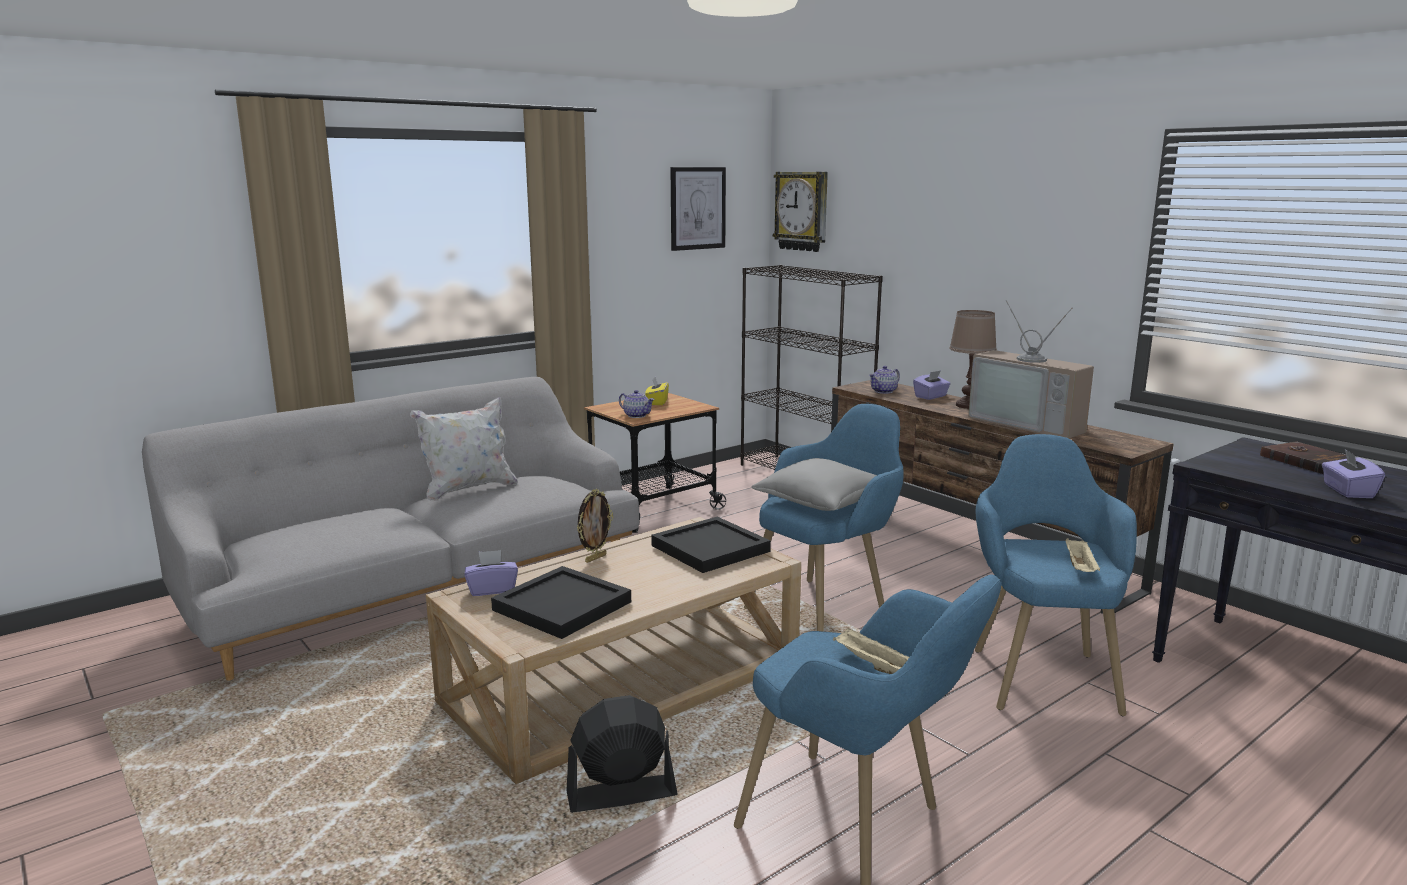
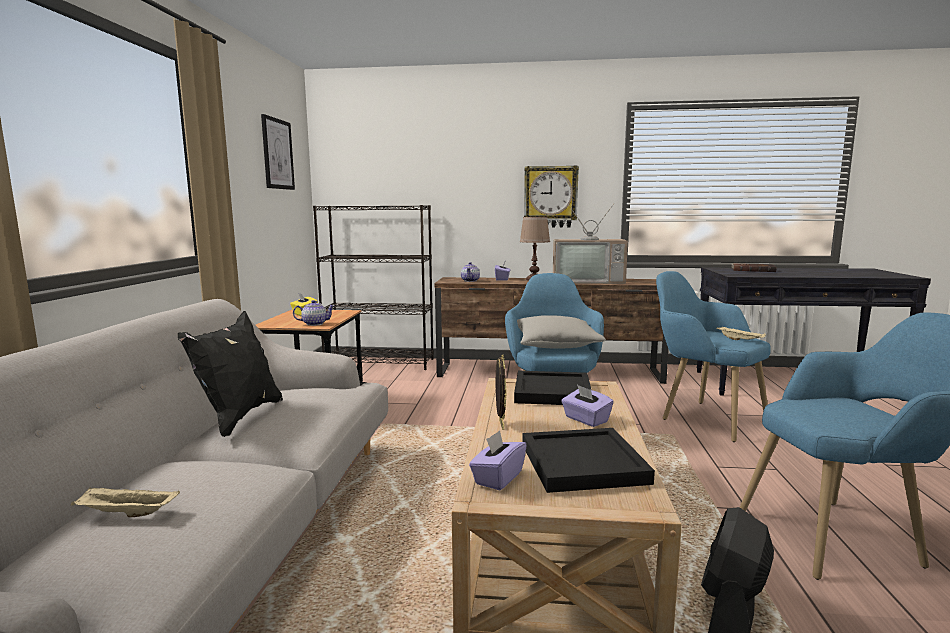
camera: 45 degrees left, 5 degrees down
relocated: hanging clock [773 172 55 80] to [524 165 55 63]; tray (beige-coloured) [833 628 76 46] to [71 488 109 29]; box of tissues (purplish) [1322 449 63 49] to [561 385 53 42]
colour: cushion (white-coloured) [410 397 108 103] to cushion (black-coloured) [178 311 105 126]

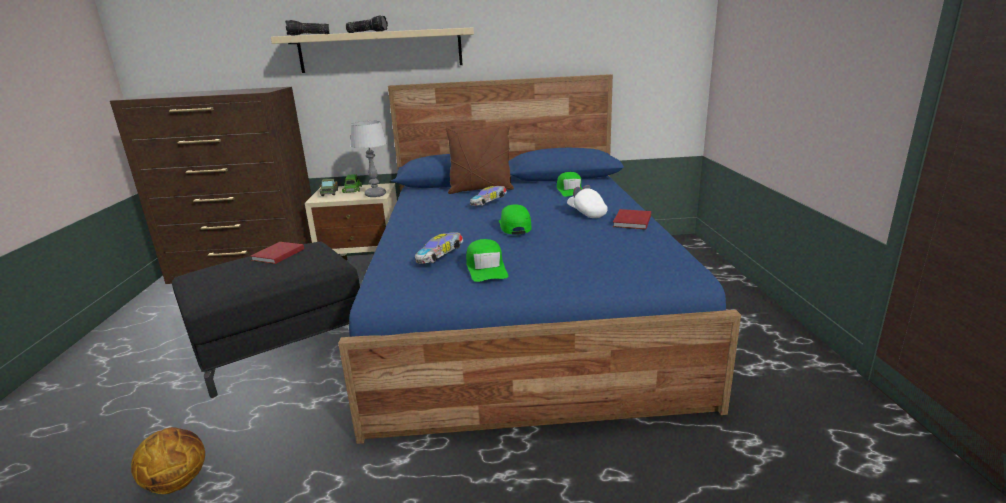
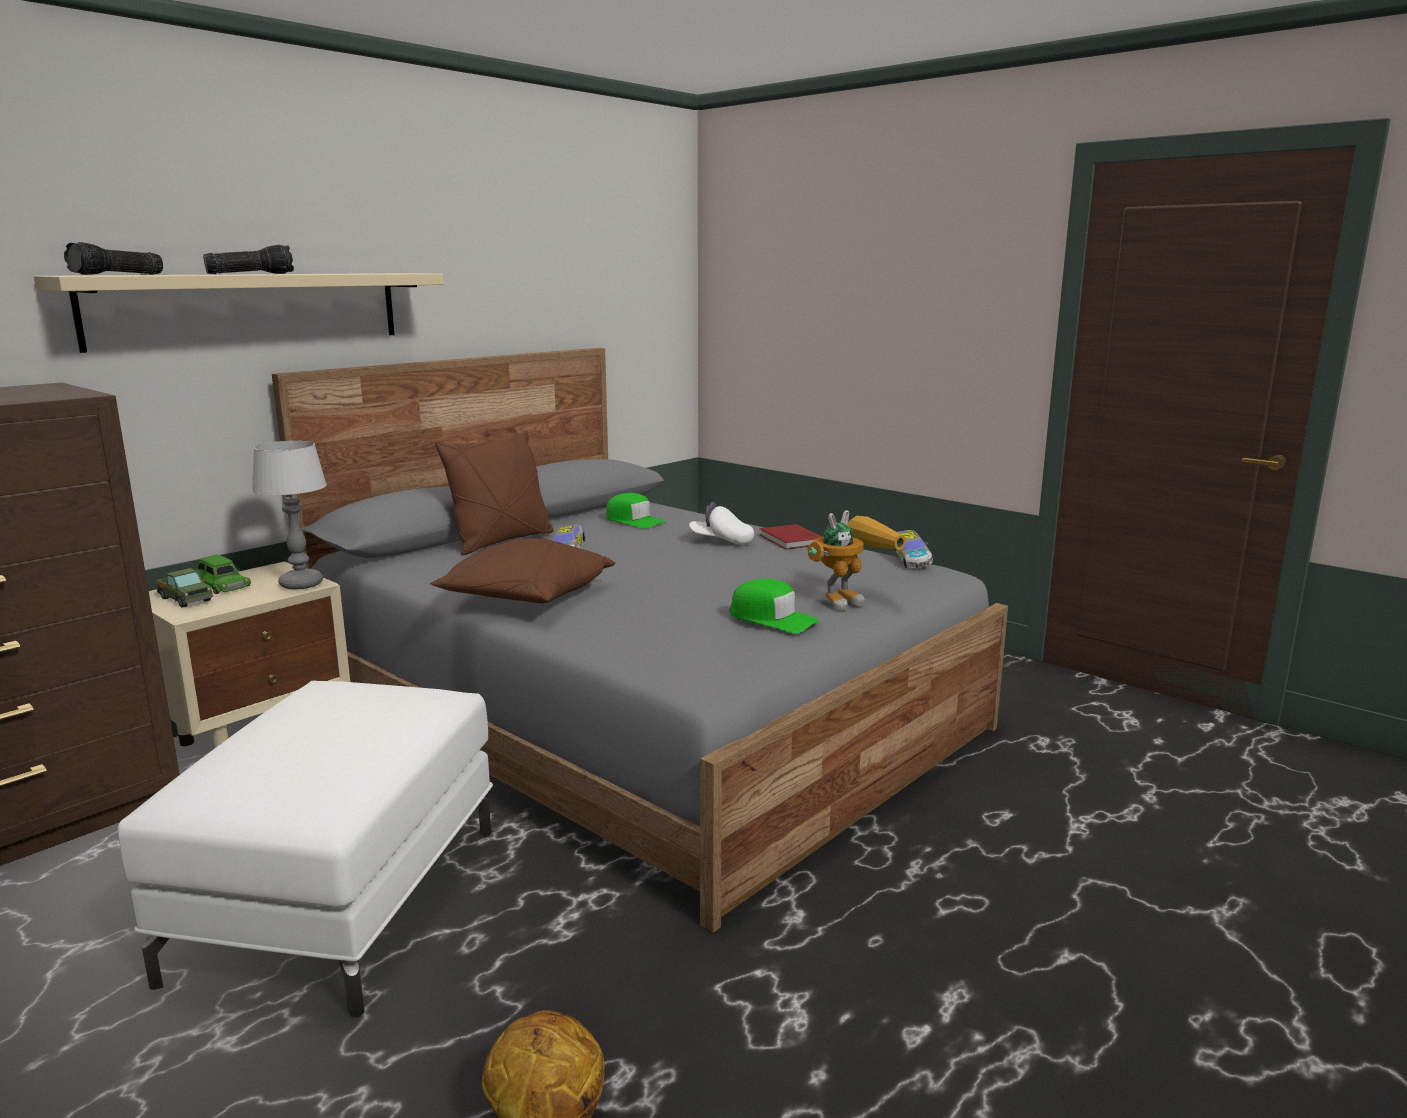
camera: 45 degrees left, 5 degrees down
missing: book (reddish) [251 242 53 22]; cap (greenish) [498 204 34 31]
appeared: cushion (brown-coloured) [430 538 185 65]; robot figure [807 510 99 101]
relocated: miniature car [415 232 48 32] to [894 530 39 38]
colour: ottoman (black-coloured) [172 241 188 157] to ottoman (white-coloured) [118 680 375 338]; bedroom bed (blue) [338 74 403 370] to bedroom bed (greyish) [272 348 736 584]

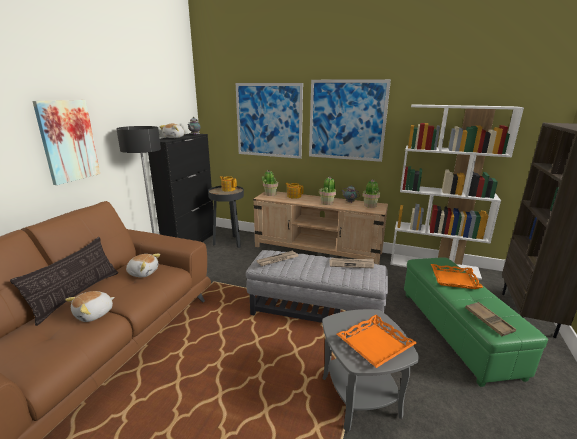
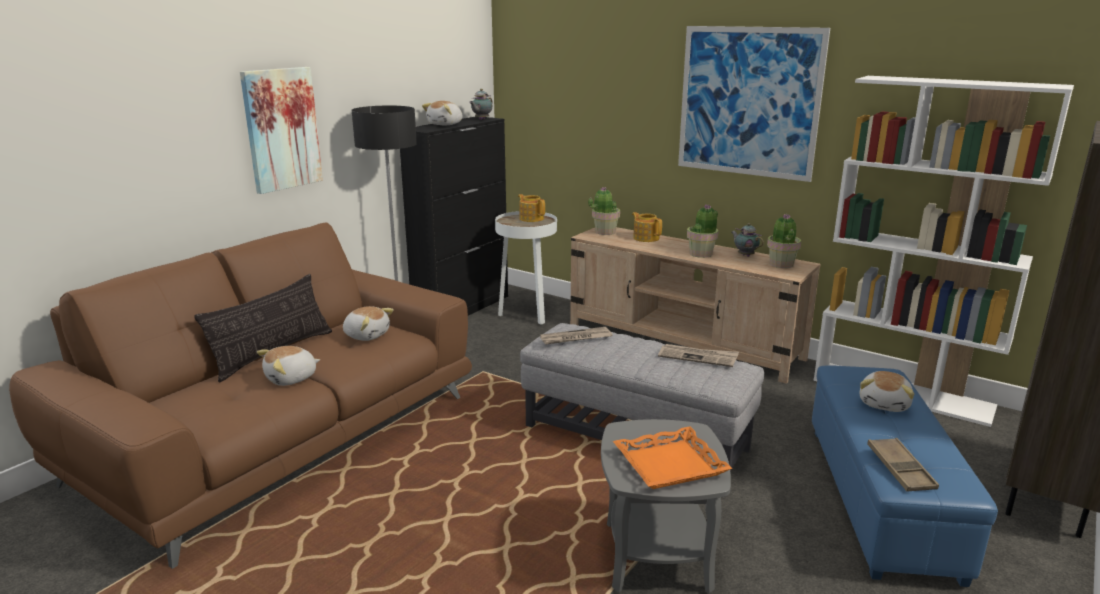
camera: 15 degrees right, 0 degrees up
missing: wall picture [236 83 67 76]
exchanged: tray (orangey) [431 264 53 25] to cuddly toy [860 371 54 41]
colour: accent table (black-coloured) [208 186 36 62] to accent table (white-coloured) [495 211 62 114]; ottoman (greenish) [404 257 144 130] to ottoman (blue) [812 365 186 222]

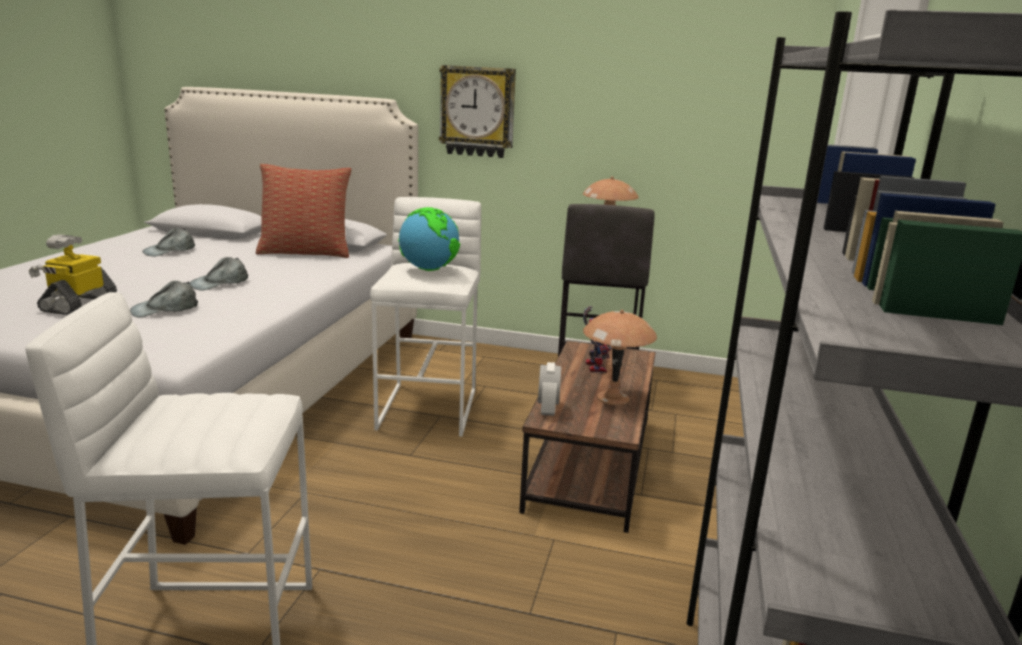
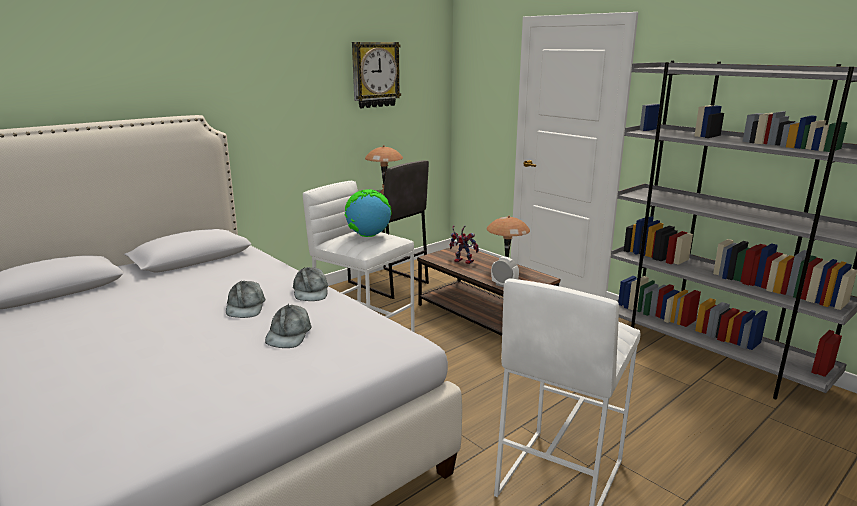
camera: 55 degrees left, 0 degrees up
missing: robot figure [29 234 88 81]; cushion [256 164 95 94]
relocated: cap (greyish) [142 228 53 29] to [293 267 35 34]; hanging clock [439 65 77 93] to [352 42 49 66]

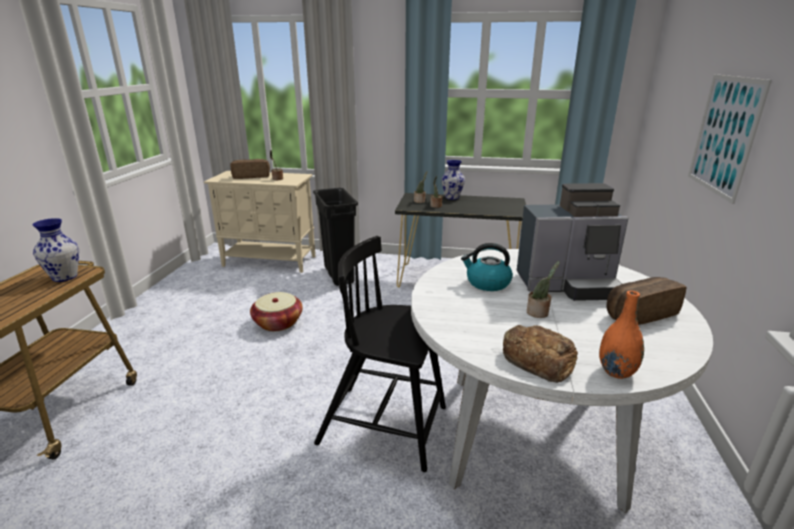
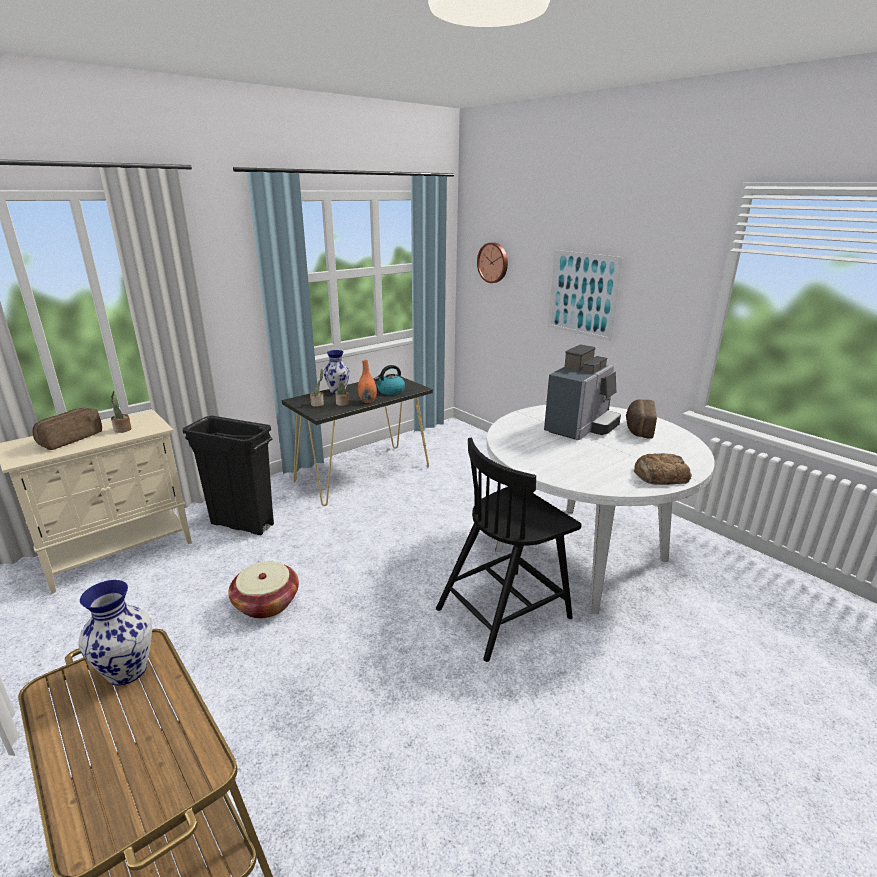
camera: 50 degrees left, 0 degrees up
missing: houseplant [527 261 32 57]
appeared: hanging clock [477 242 31 41]
relocated: tea kettle [461 243 52 48] to [374 365 31 30]; decorative vase (orangey) [599 291 45 88] to [358 360 19 43]

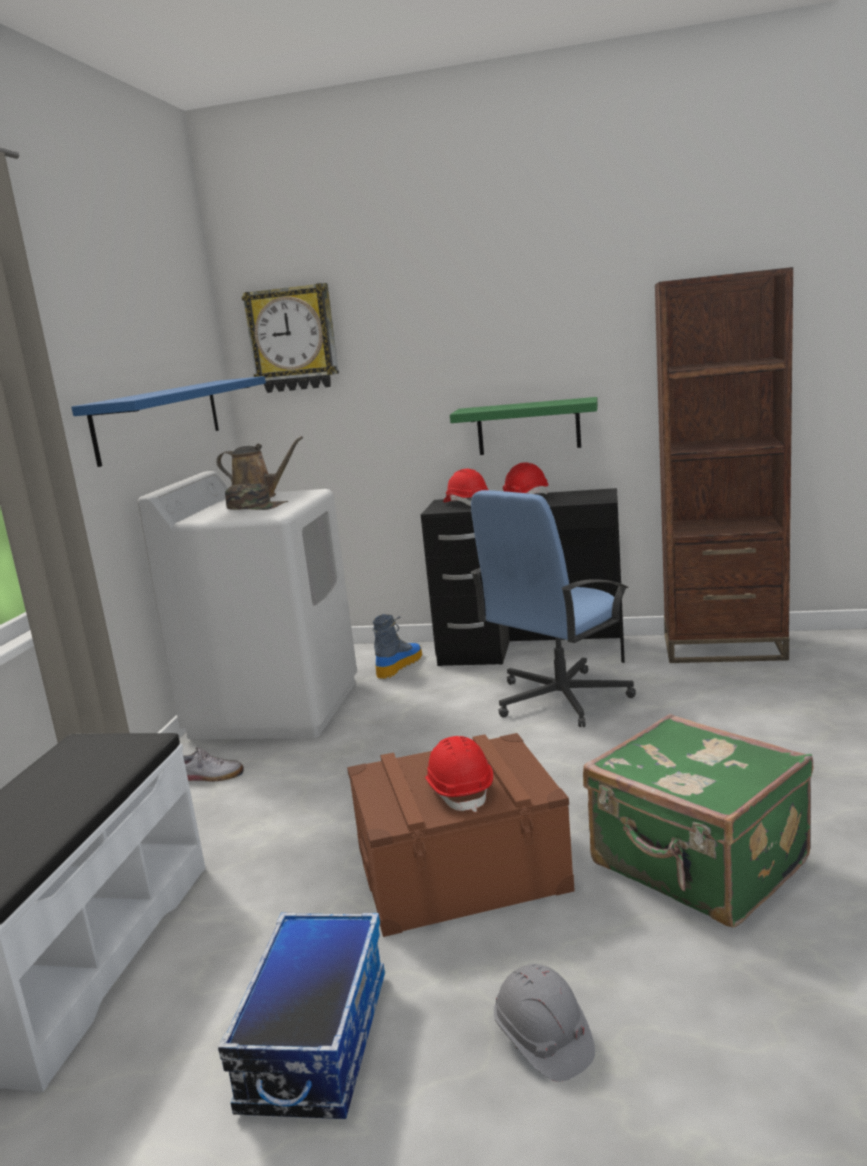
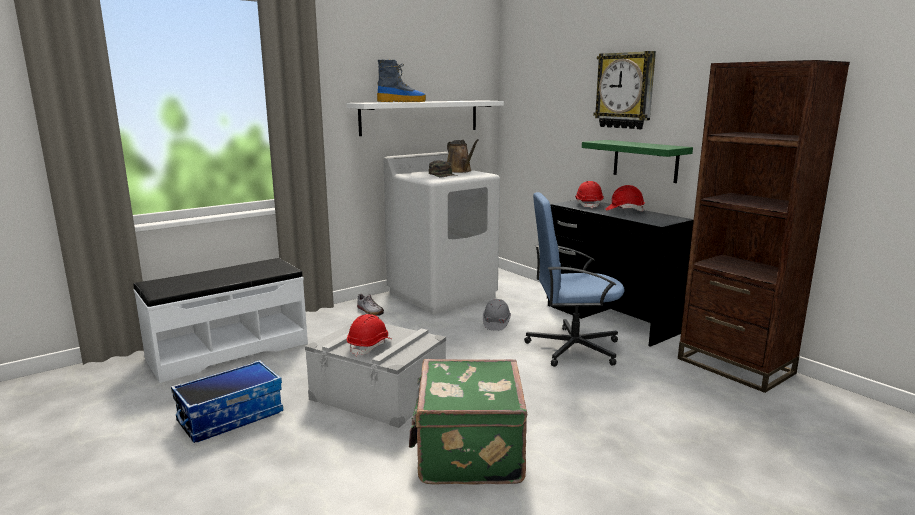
camera: 40 degrees right, 0 degrees up
relocated: hanging clock [242 283 97 110] to [593 51 63 78]; boot [372 614 50 65] to [377 59 49 43]; hard hat (greyish) [494 964 101 118] to [483 299 28 32]
colour: shelf (blue) [71 376 195 91] to shelf (white-coloured) [347 100 157 36]; storage container (brown-coloured) [347 733 228 204] to storage container (greyish) [305 319 141 109]

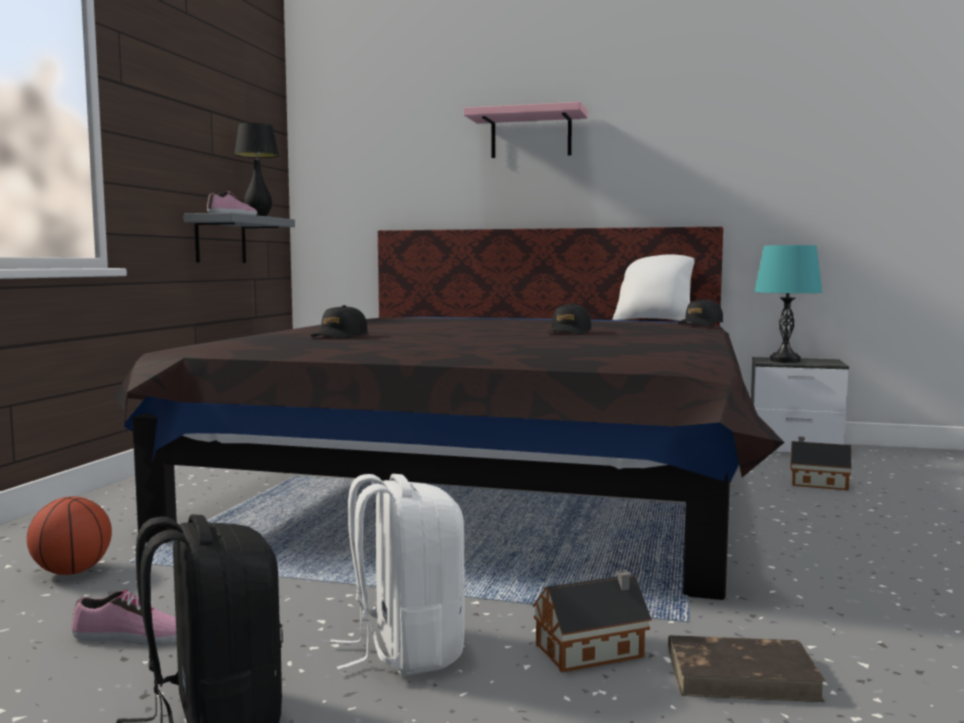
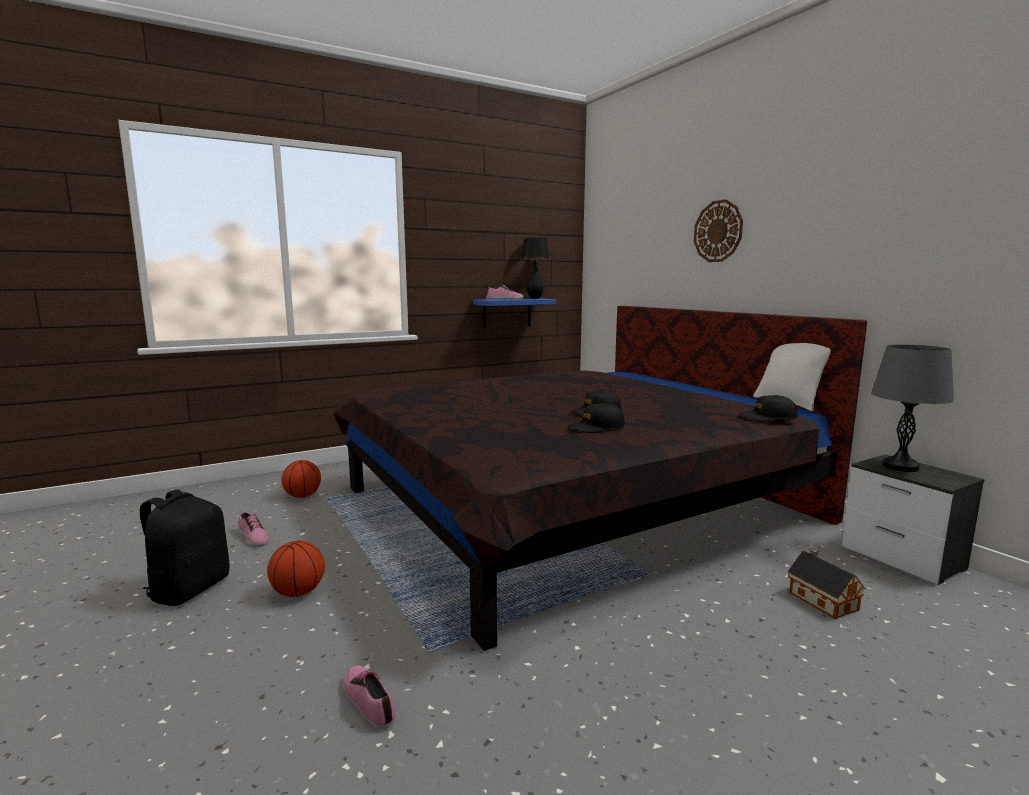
camera: 45 degrees right, 5 degrees up
missing: model house [533 570 119 103]
relocated: cap (black-coloured) [311 305 57 33] to [568 403 57 30]
exchanged: knapsack (white-coloured) [330 474 137 202] to basketball ball [267 540 58 57]; shelf (pink-coloured) [464 102 124 56] to hanging clock [694 199 49 63]; book (brown-coloured) [668 635 158 67] to item of footwear [343 665 53 64]
colour: shelf (greyish) [184 213 111 50] to shelf (blue) [473 298 83 30]; lamp for a table (turquoise) [754 245 68 118] to lamp for a table (greyish) [871 345 83 127]

